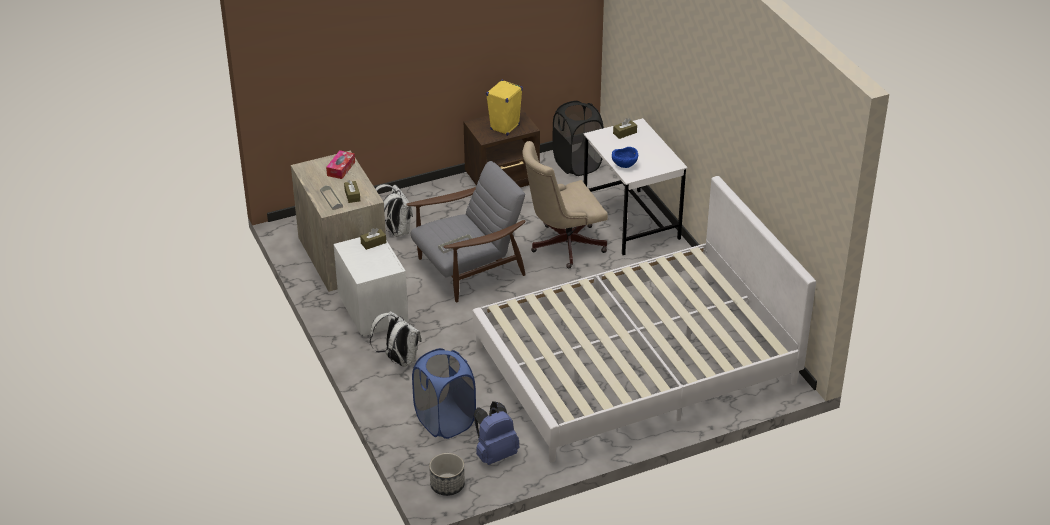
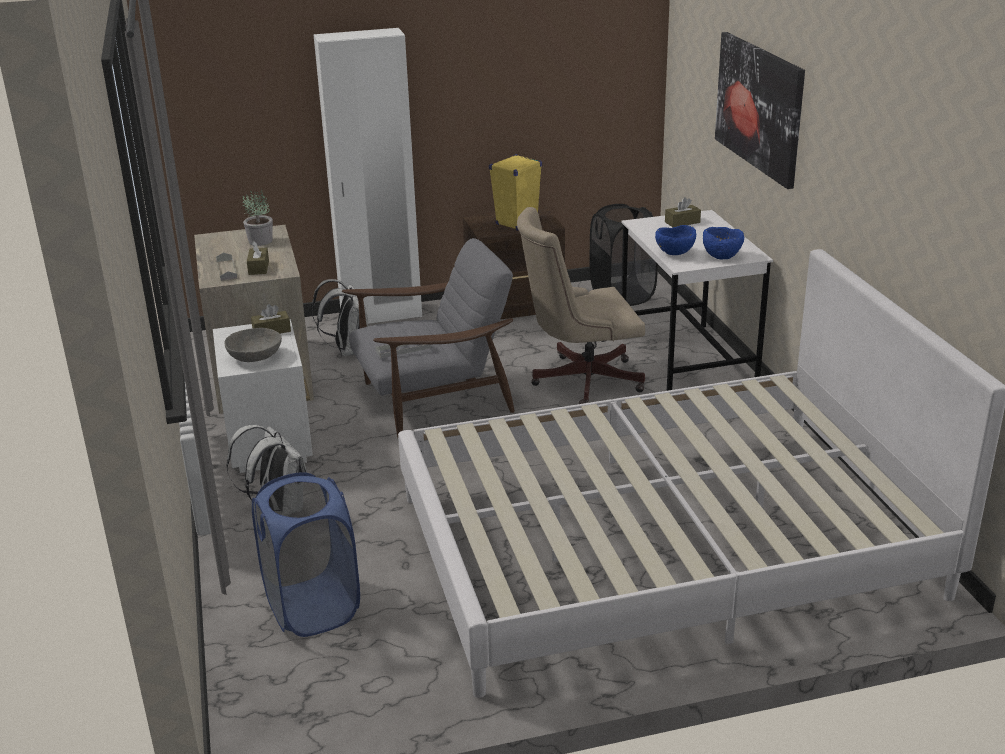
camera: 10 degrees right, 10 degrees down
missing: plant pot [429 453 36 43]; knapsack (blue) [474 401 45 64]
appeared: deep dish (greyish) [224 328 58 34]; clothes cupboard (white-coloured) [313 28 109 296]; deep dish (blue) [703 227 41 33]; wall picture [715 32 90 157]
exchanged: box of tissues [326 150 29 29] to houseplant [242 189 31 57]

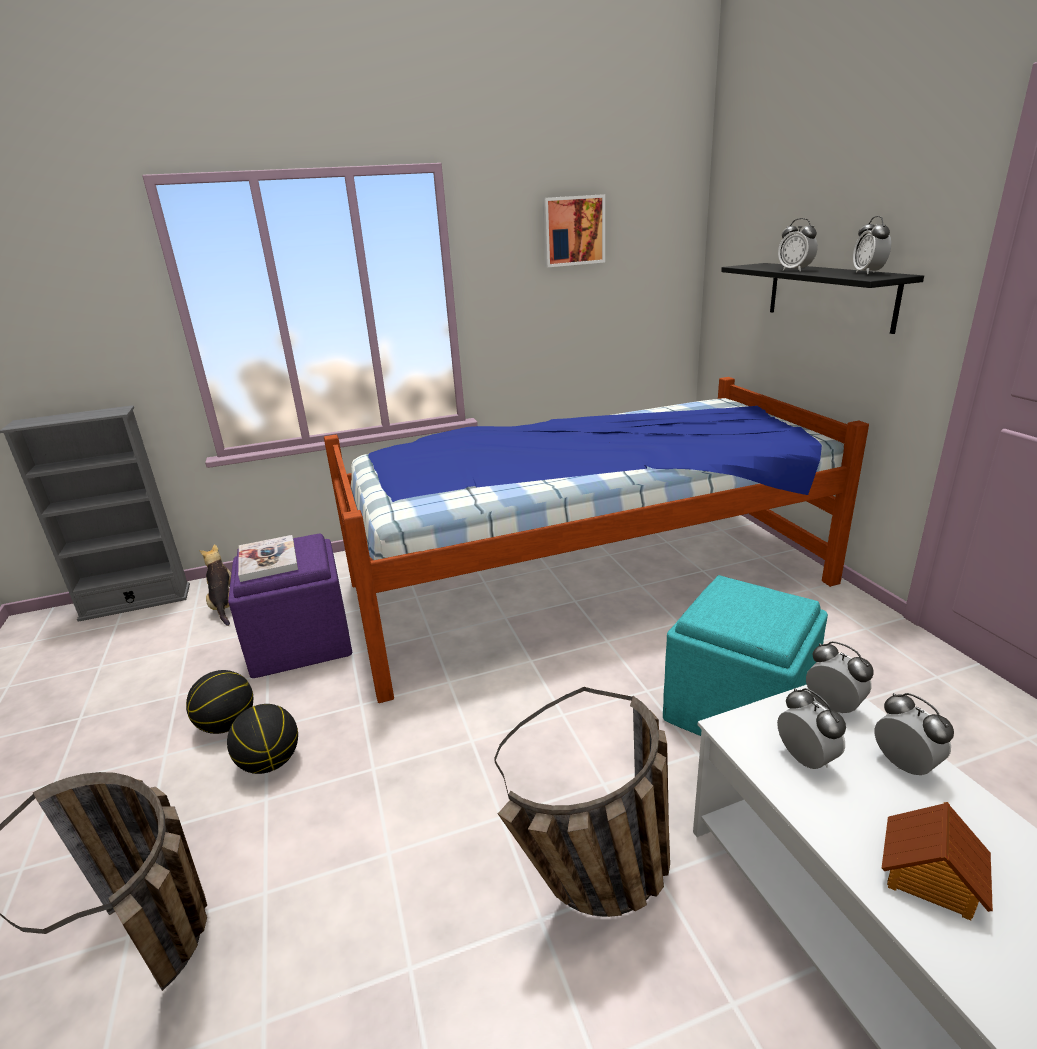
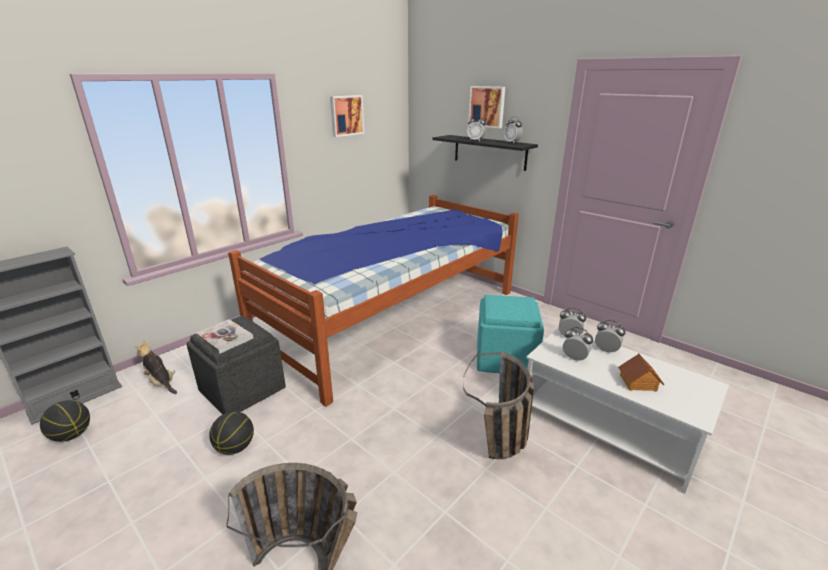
camera: 30 degrees left, 0 degrees up
appeared: wall picture [468 86 37 43]
relocated: basketball ball [227 704 71 70] to [40 400 50 42]
colour: ottoman (purplish) [228 533 124 145] to ottoman (greyish) [187 316 99 98]

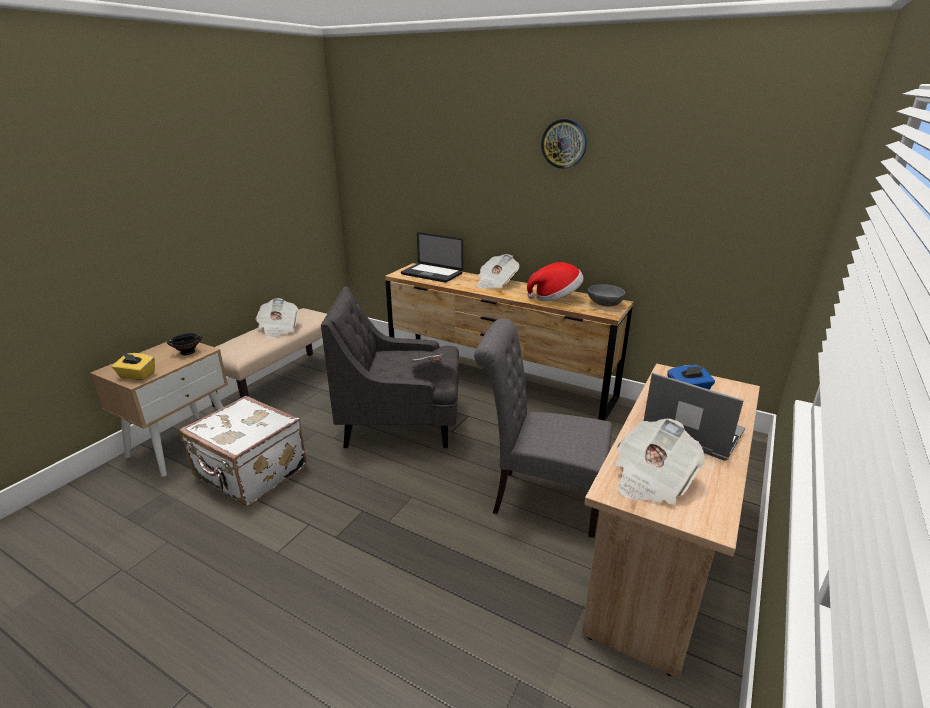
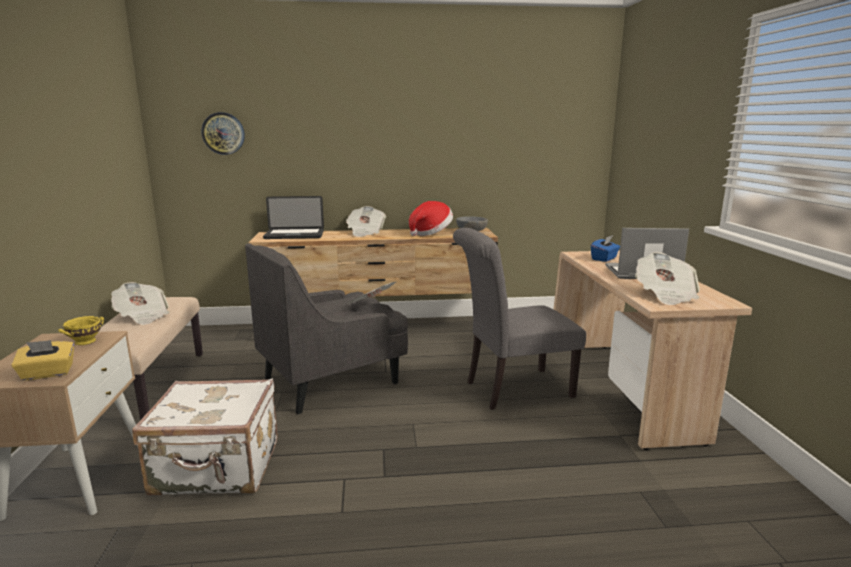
camera: 35 degrees left, 10 degrees down
relocated: hanging clock [541 119 46 50] to [201 112 44 43]
colour: deep dish (black-coloured) [167 333 35 22] to deep dish (yellow-coloured) [58 316 46 29]

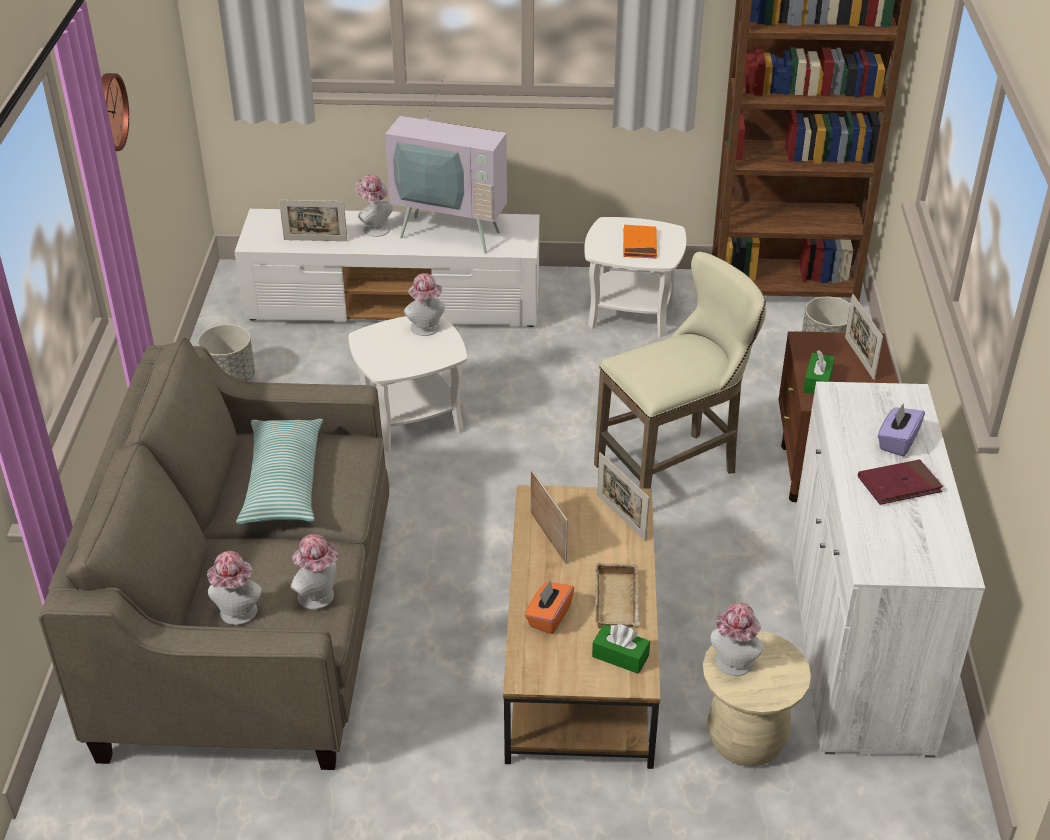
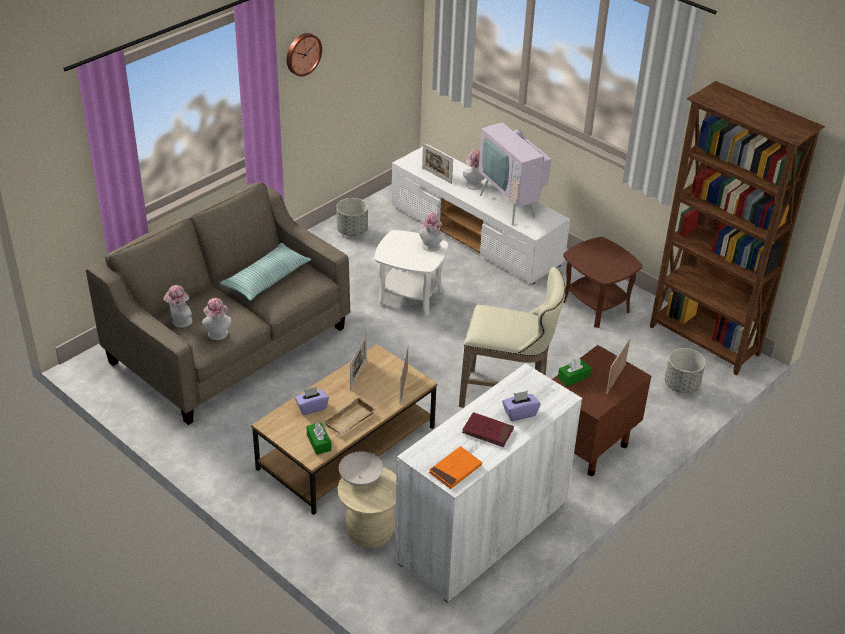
camera: 40 degrees right, 0 degrees up
relocated: book (orangey) [623 225 34 34] to [429 446 53 43]
exchanged: wearable hat [710 602 54 74] to deep dish (white-coloured) [339 452 44 35]
colour: box of tissues (orangey) [525 581 49 53] to box of tissues (purplish) [295 387 34 28]; accent table (white-coloured) [584 217 102 120] to accent table (brown-coloured) [563 237 79 91]

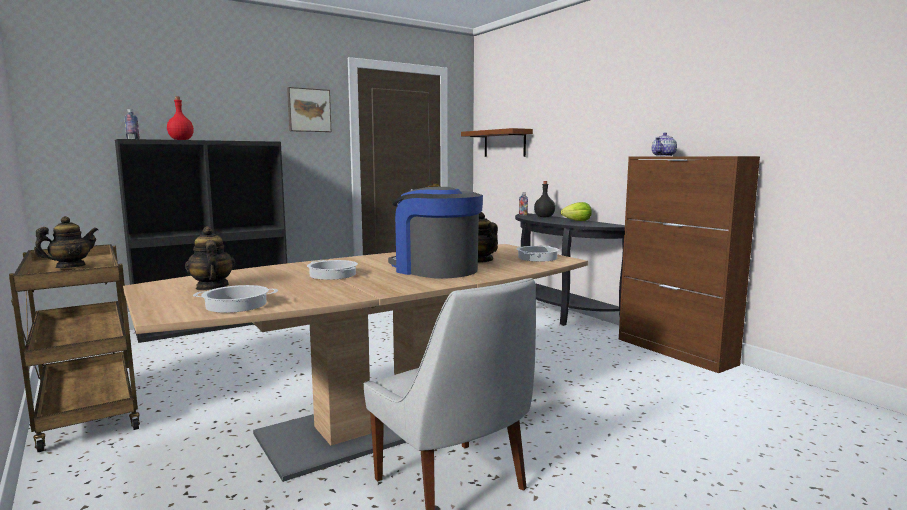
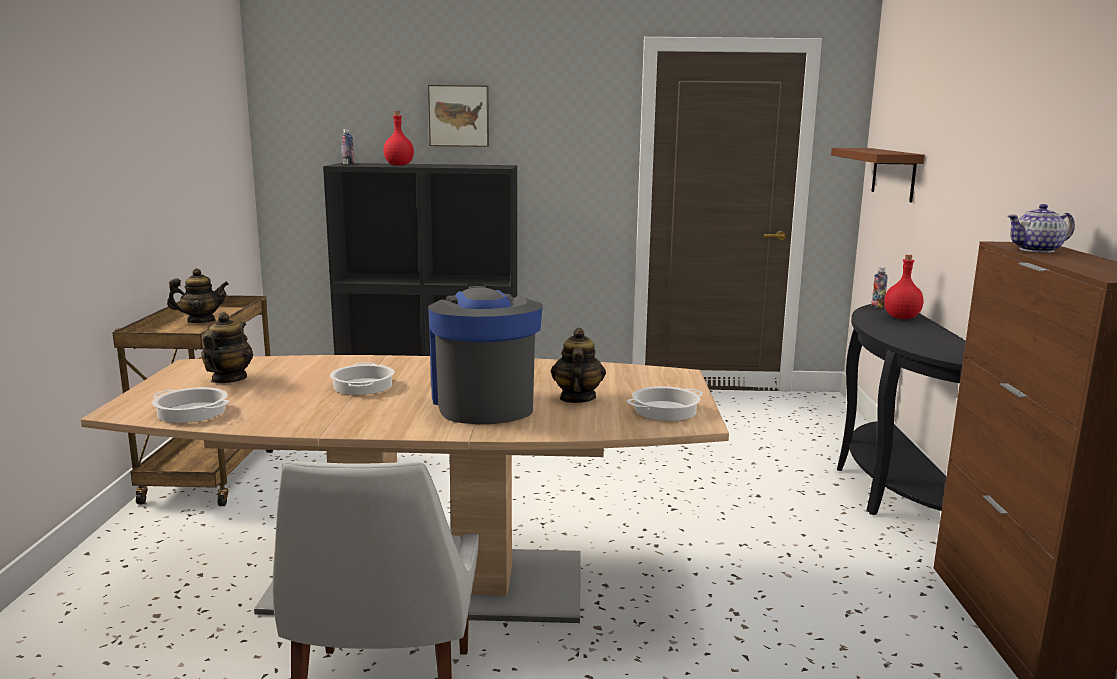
camera: 35 degrees right, 5 degrees up
missing: lettuce head [561 202 31 19]
relocated: wall picture [287 87 44 45] to [428 85 61 62]
colour: beverage bottle (black-coloured) [534 181 21 36] to beverage bottle (reddish) [884 254 39 65]

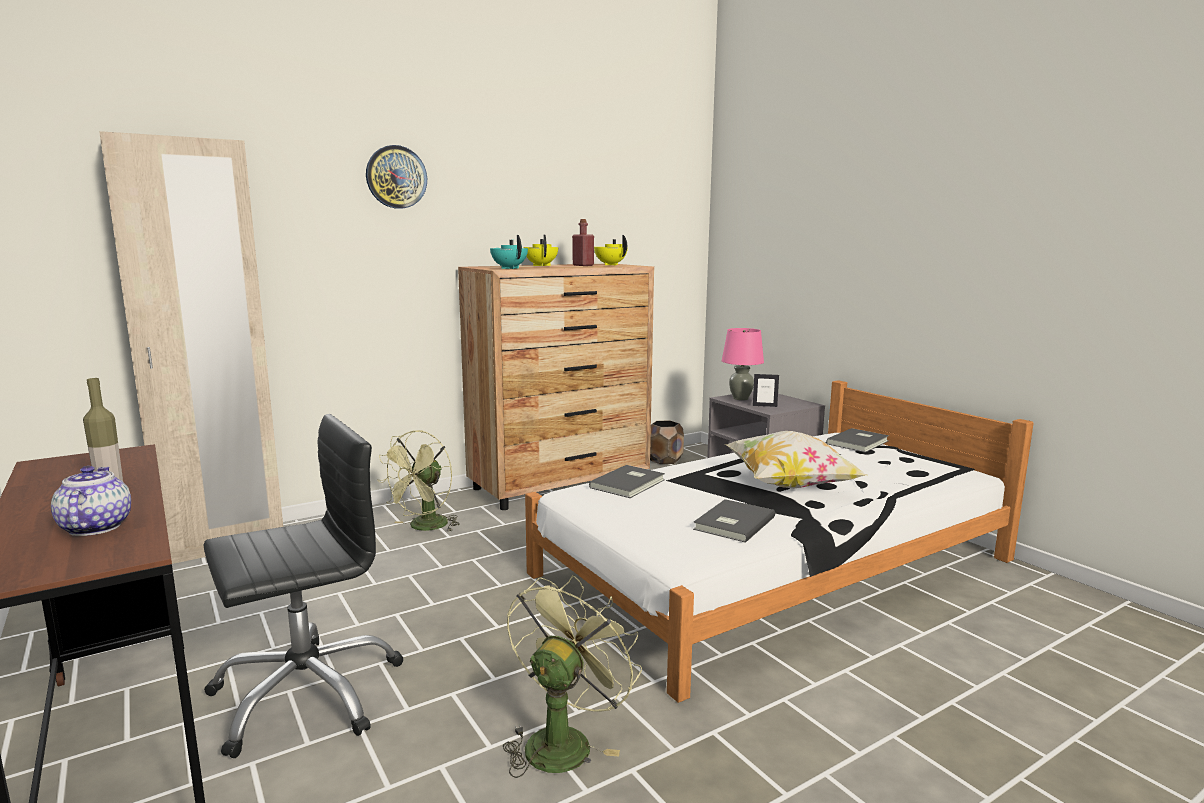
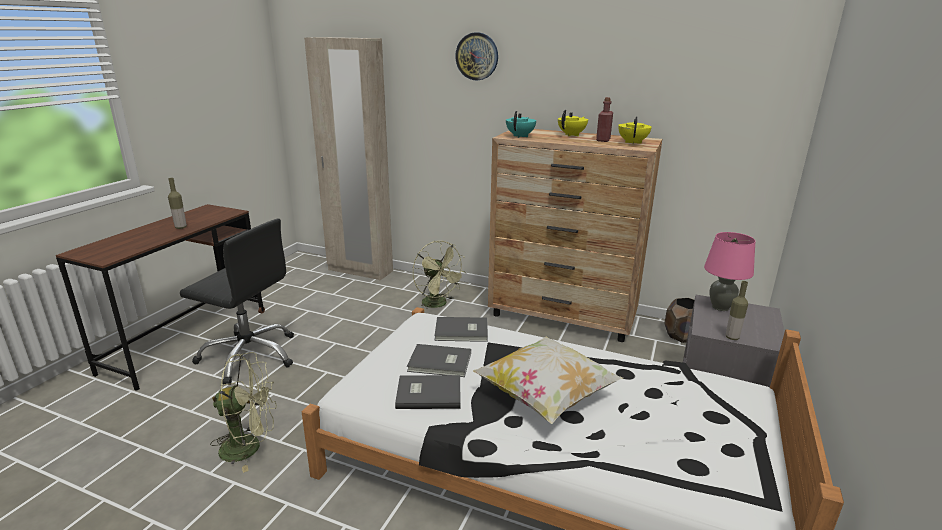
camera: 55 degrees right, 10 degrees up
missing: tea pot [51 466 80 70]; photo frame [753 374 26 33]
appeared: beverage bottle [726 281 22 59]
relocated: book (greyish) [826 428 63 25] to [407 344 64 33]
spun: electric fan (greenish) [377 430 83 102] = [413 241 54 70] 120 degrees counterclockwise

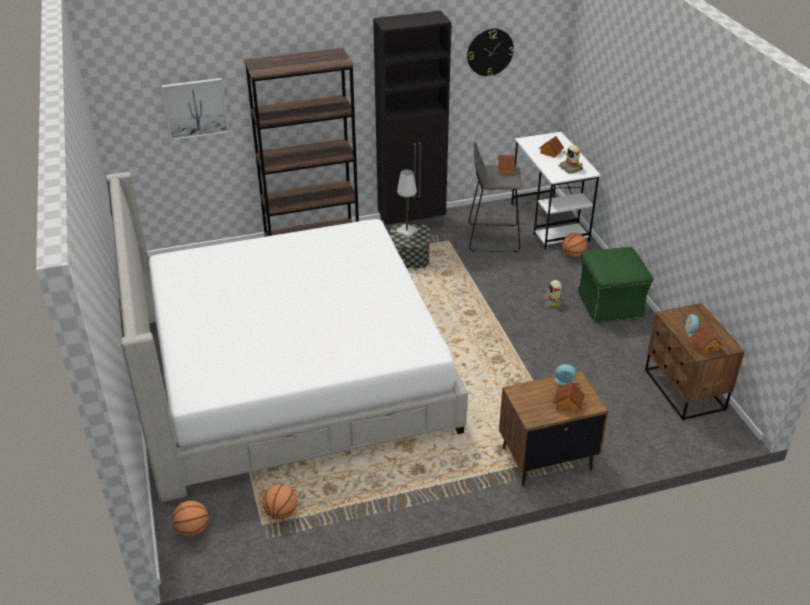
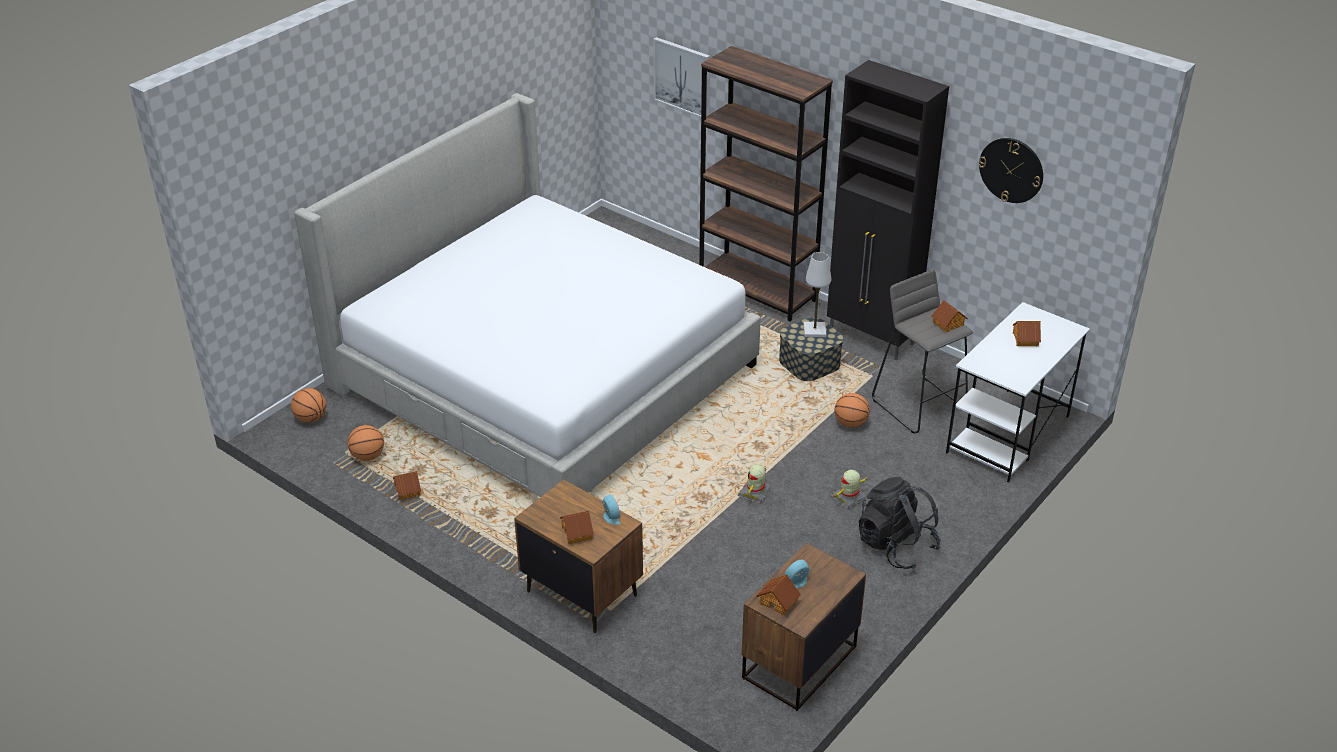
camera: 55 degrees right, 0 degrees up
appeared: model house [393 471 28 29]
relocated: robot figure [559 145 25 29] to [738 464 33 40]; basketball ball [562 233 25 25] to [835 393 35 35]
exchanged: ottoman (greenish) [577 247 76 76] to knapsack (black-coloured) [859 477 82 92]

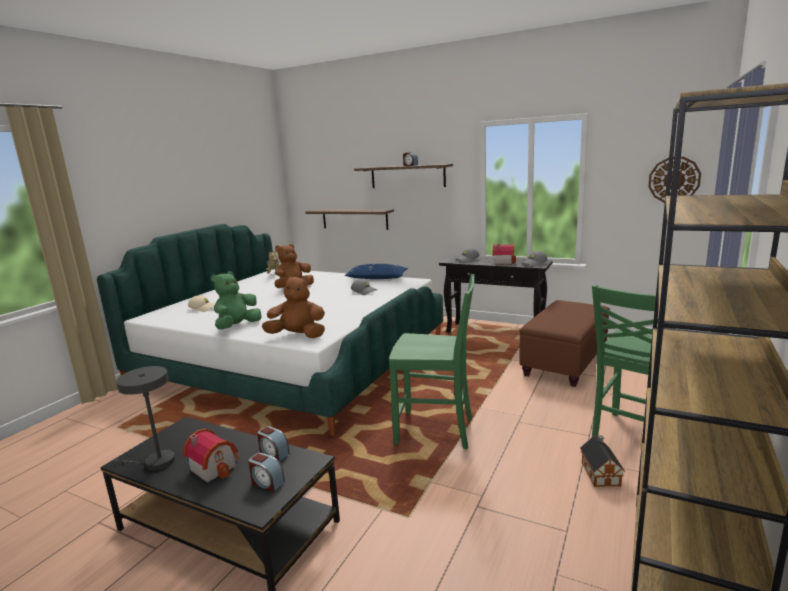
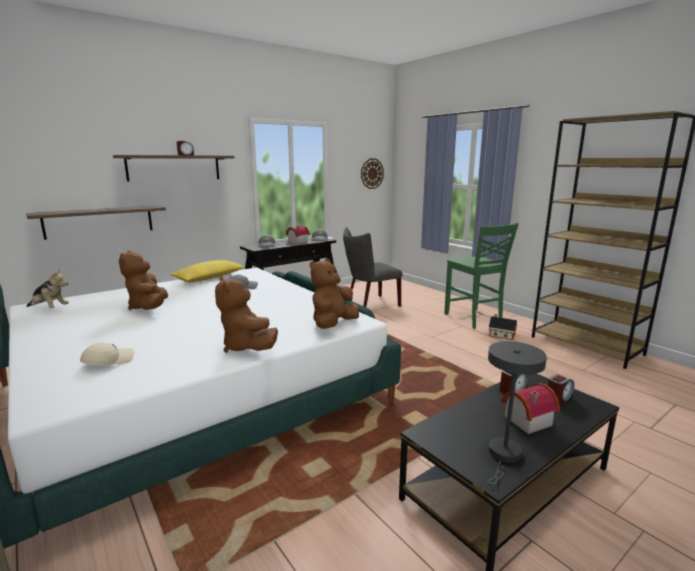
camera: 65 degrees left, 0 degrees up
missing: upright chair (greenish) [389 274 86 175]
exchanged: ottoman (brown-coloured) [519 300 91 87] to upright chair (greyish) [343 227 60 80]
colour: cuddly toy (greenish) [211 272 51 57] to cuddly toy (brown-coloured) [215 276 63 77]; cushion (blue) [345 264 63 15] to cushion (yellow-coloured) [170 260 75 22]

